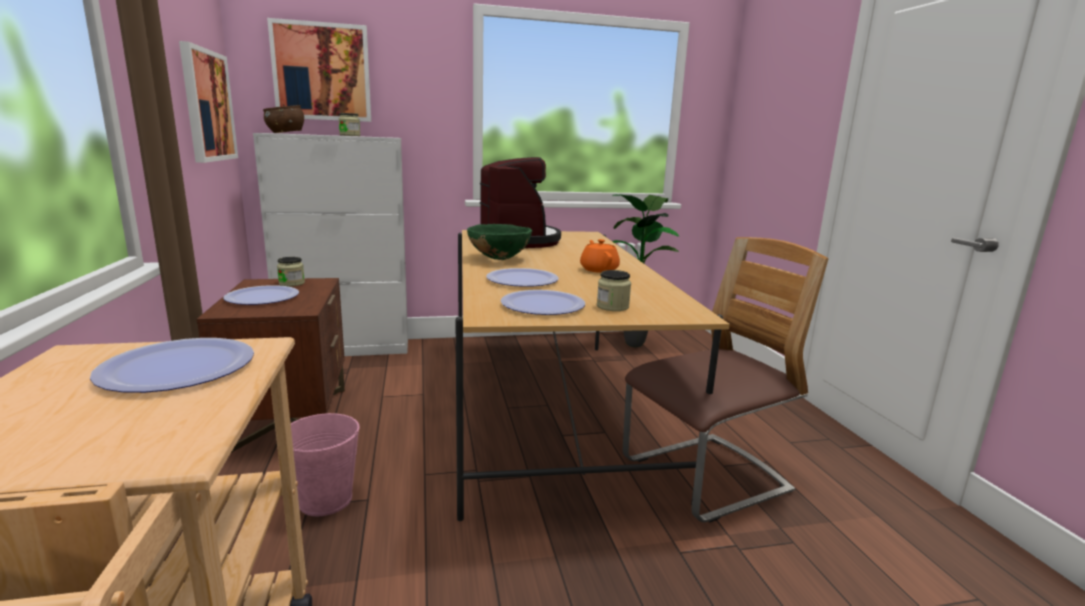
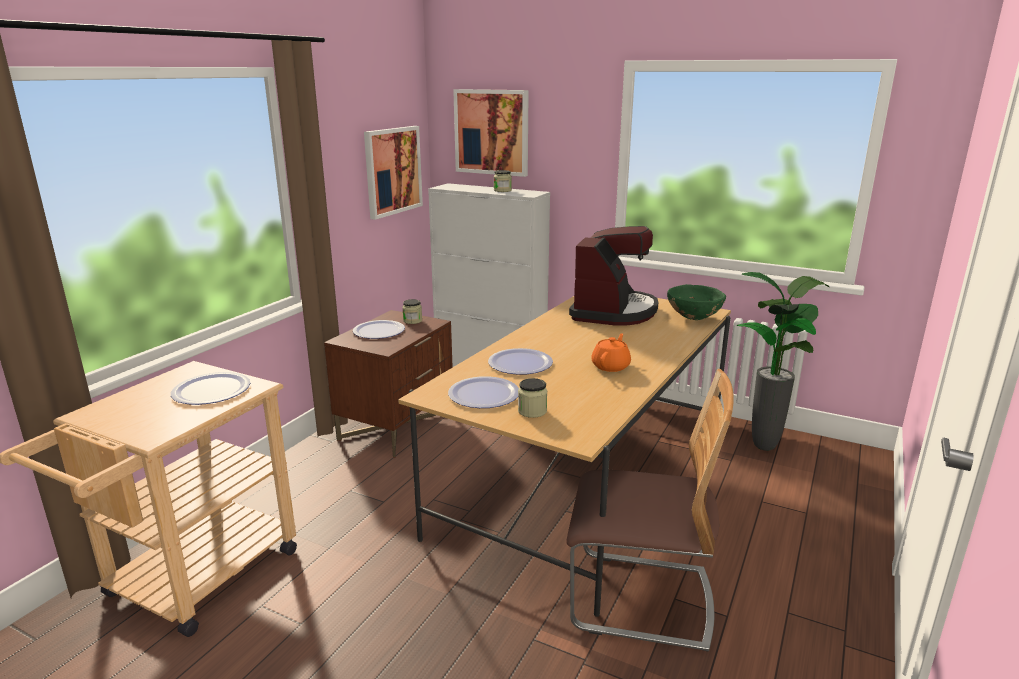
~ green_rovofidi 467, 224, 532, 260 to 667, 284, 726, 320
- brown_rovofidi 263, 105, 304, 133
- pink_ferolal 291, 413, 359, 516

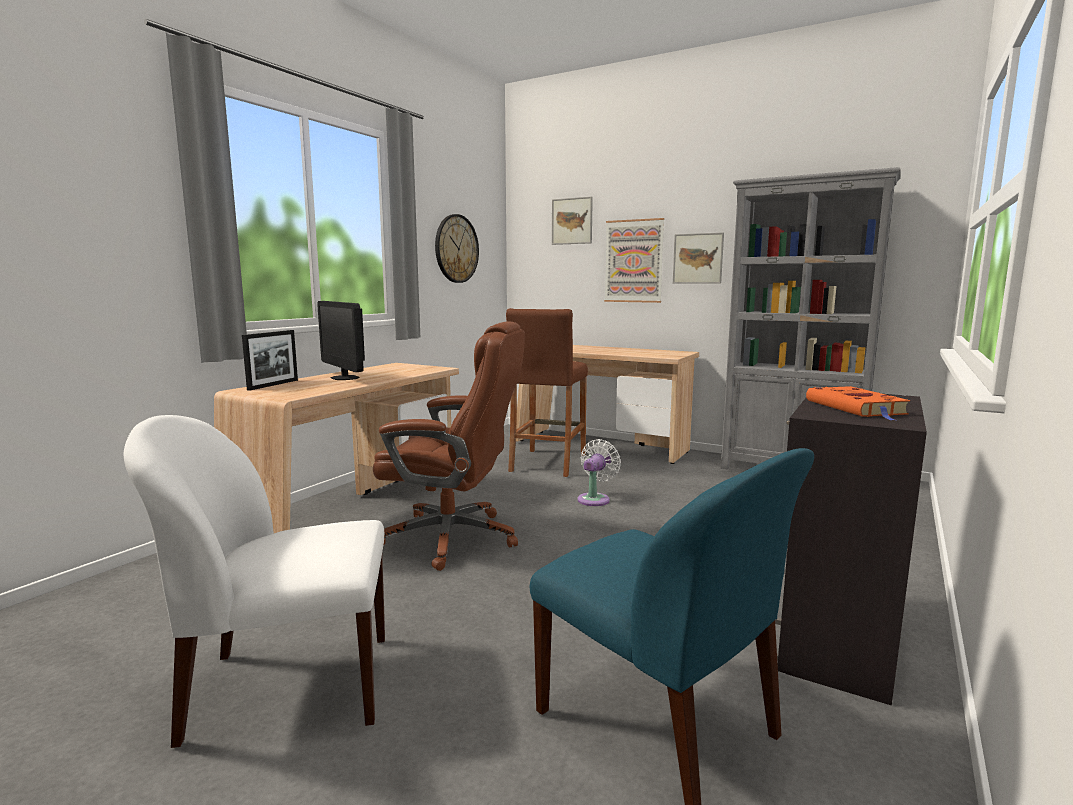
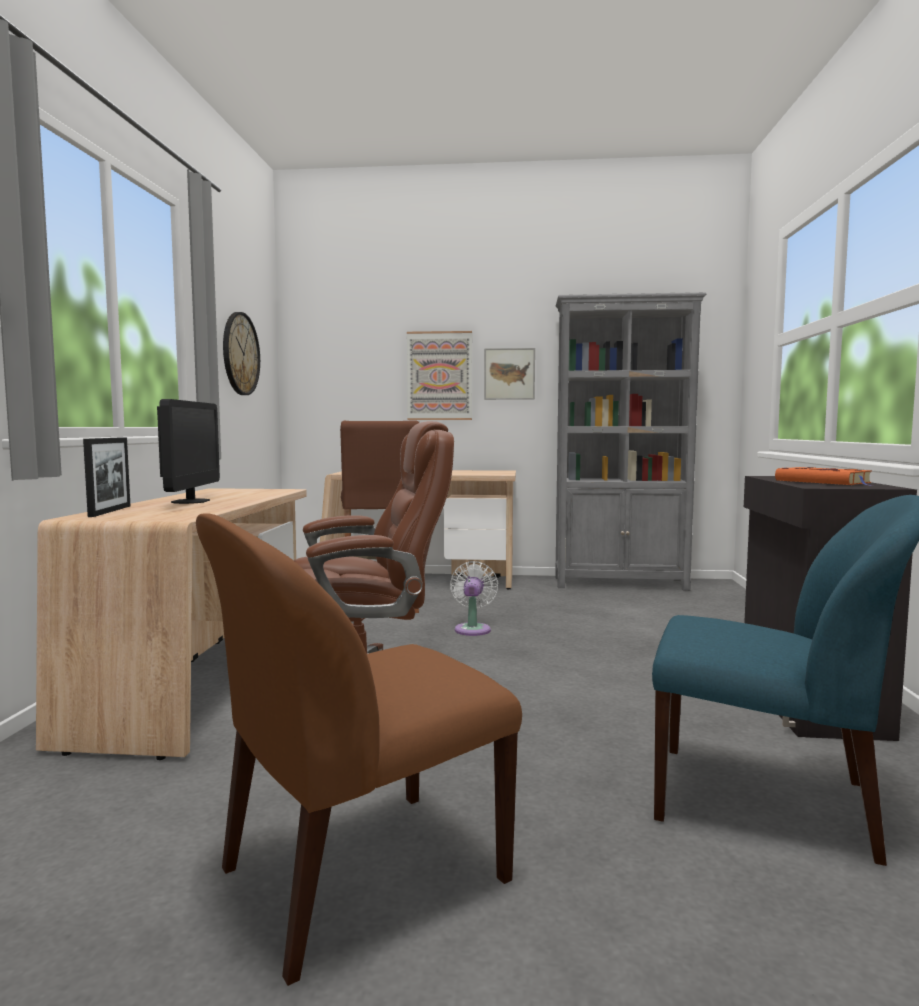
~ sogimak 317, 301, 365, 380 = 157, 399, 220, 504 120 degrees counterclockwise
~ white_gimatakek 124, 415, 385, 748 to brown_gimatakek 196, 513, 522, 986
- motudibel 552, 196, 593, 245

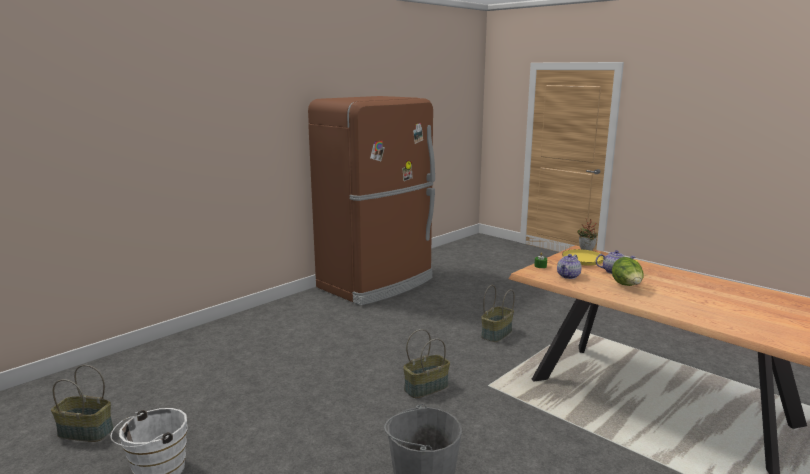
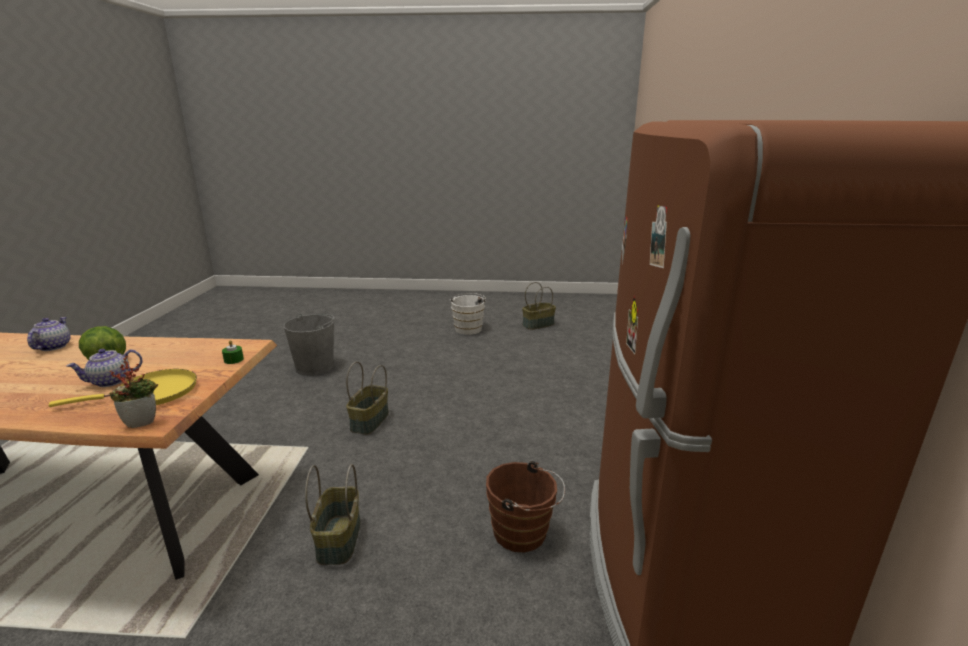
~ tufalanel 557, 254, 582, 279 to 27, 317, 70, 351
+ brown_ferolal 486, 461, 565, 552

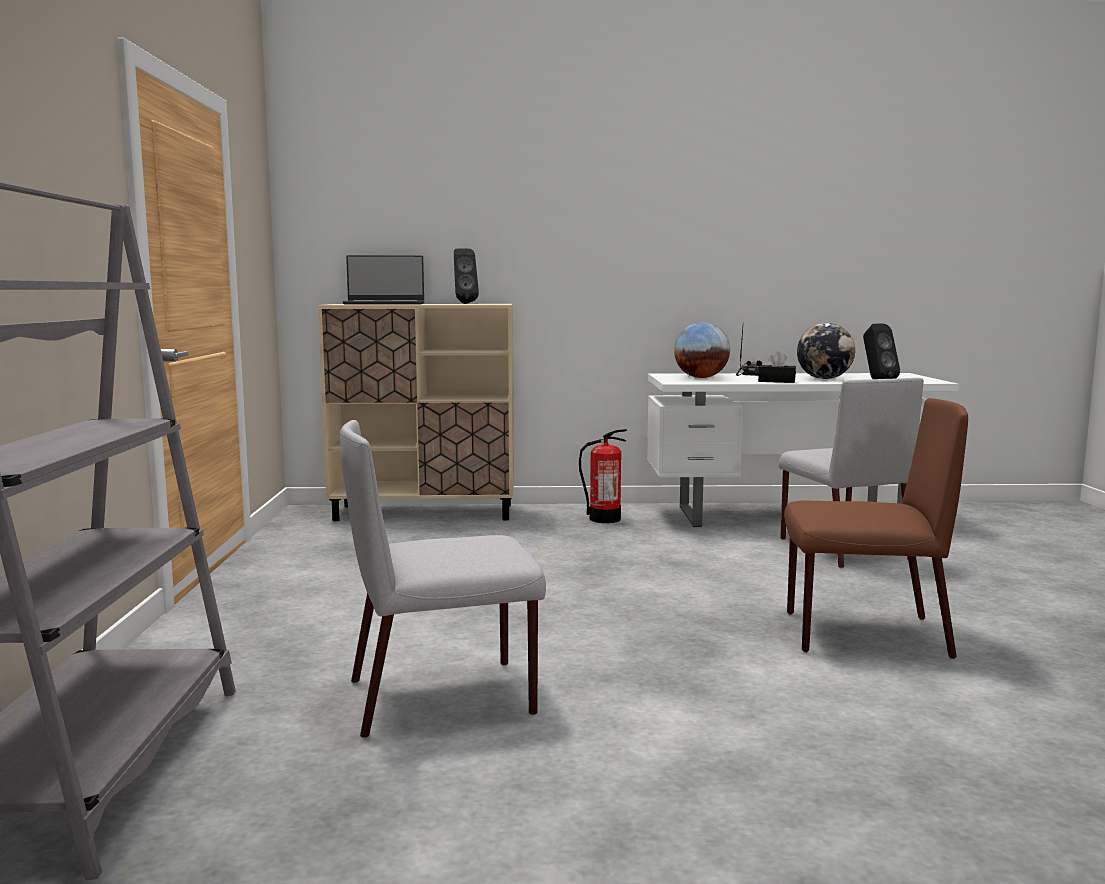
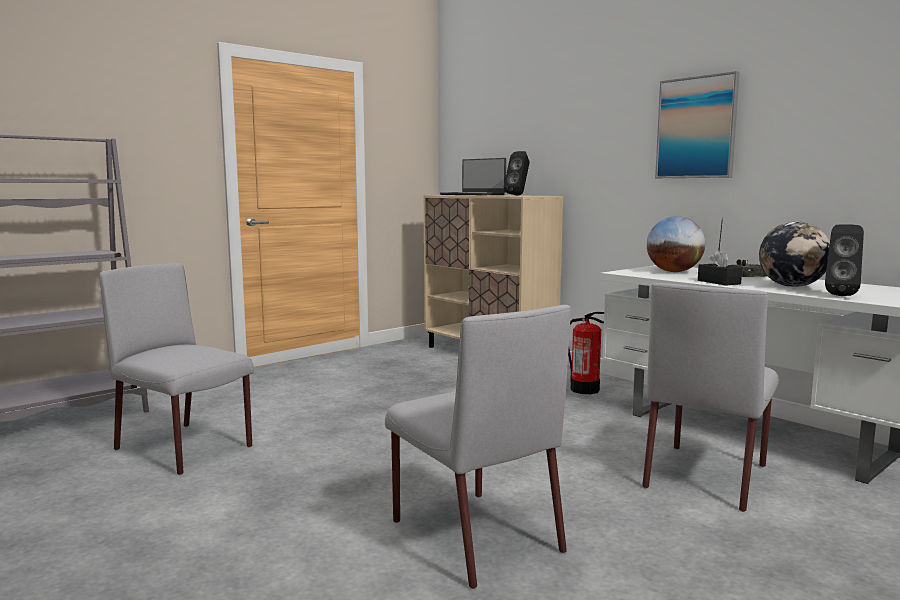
~ brown_gimatakek 784, 398, 968, 659 to grey_gimatakek 385, 305, 571, 589
+ motudibel 655, 71, 740, 178

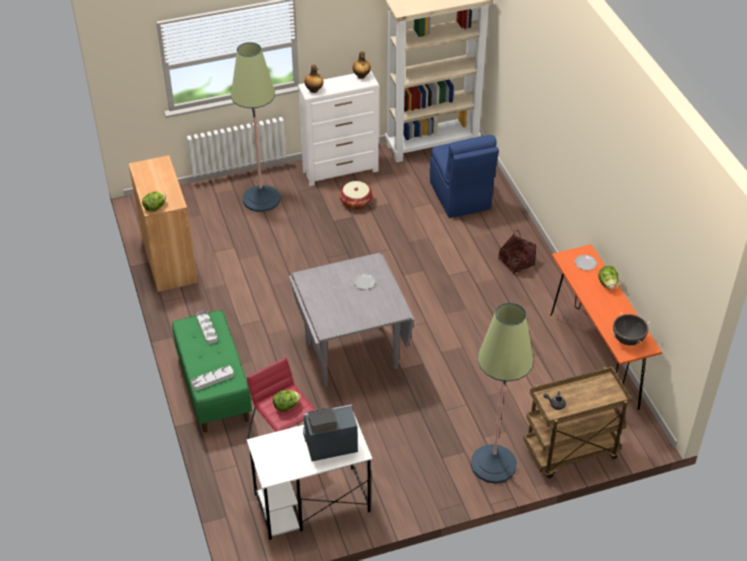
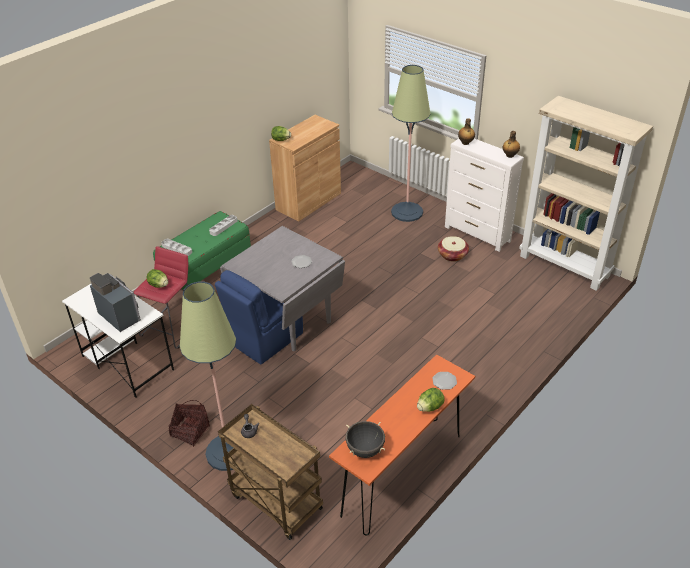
~ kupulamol 498, 230, 536, 275 to 169, 400, 210, 447
~ blue_gimatakek 430, 135, 499, 218 to 215, 270, 303, 364

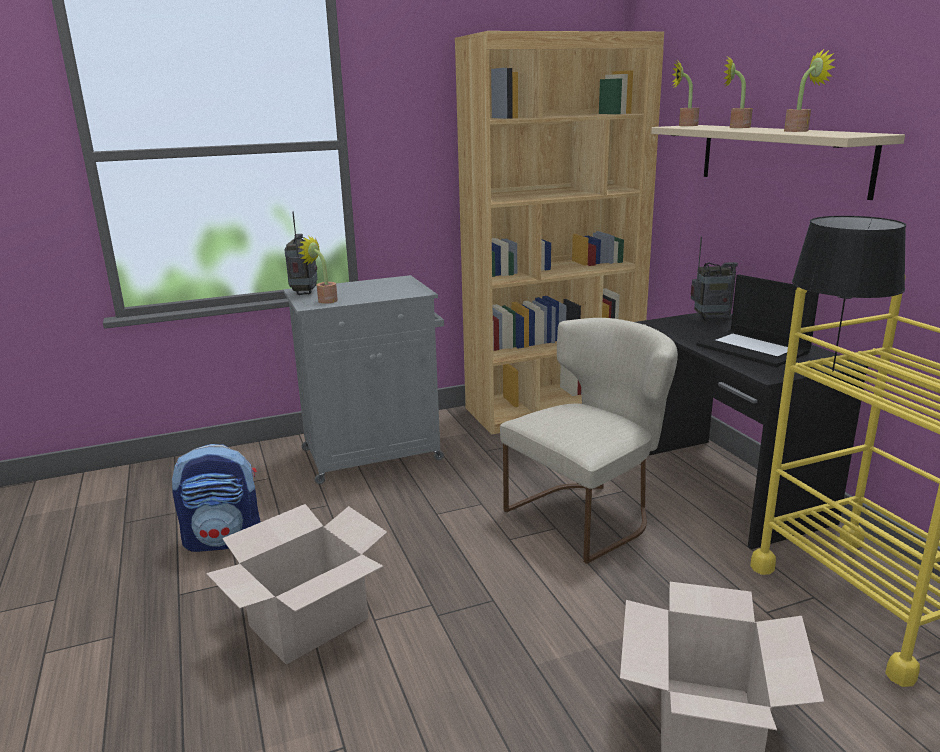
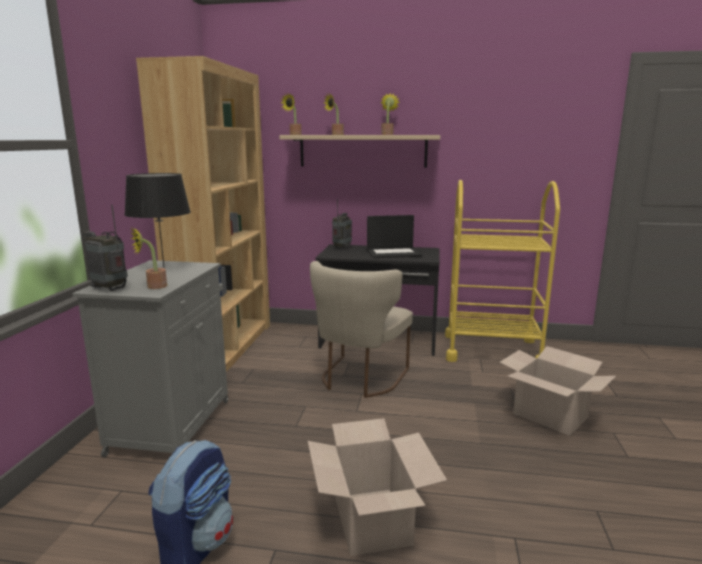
~ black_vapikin 792, 216, 906, 371 to 124, 173, 191, 267
~ beige_gimatakek 500, 318, 678, 564 = 310, 261, 413, 398 150 degrees counterclockwise

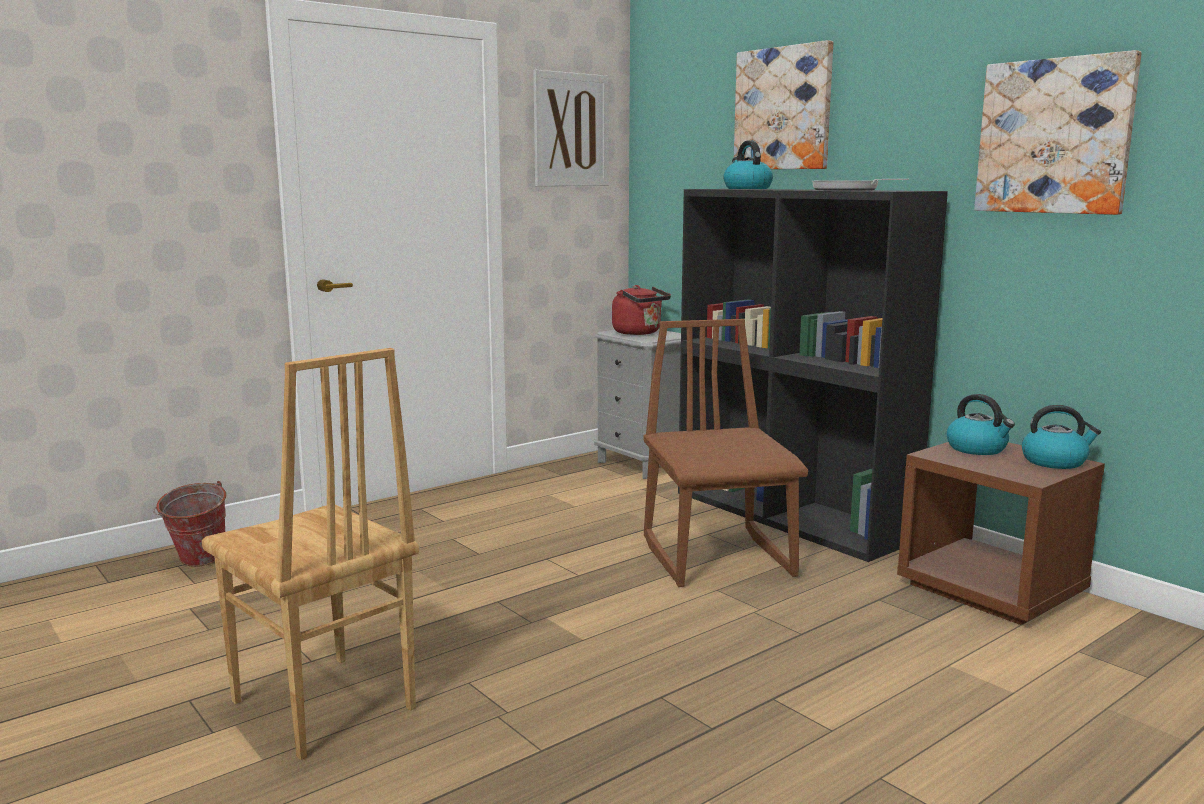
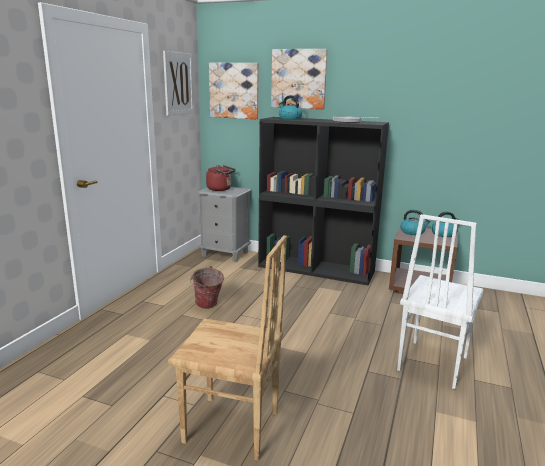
~ ferolal 153, 481, 226, 567 to 190, 266, 224, 309
~ motudibel 974, 50, 1142, 215 to 209, 63, 259, 119
+ white_gimatakek 397, 214, 484, 389
- brown_gimatakek 644, 319, 808, 587

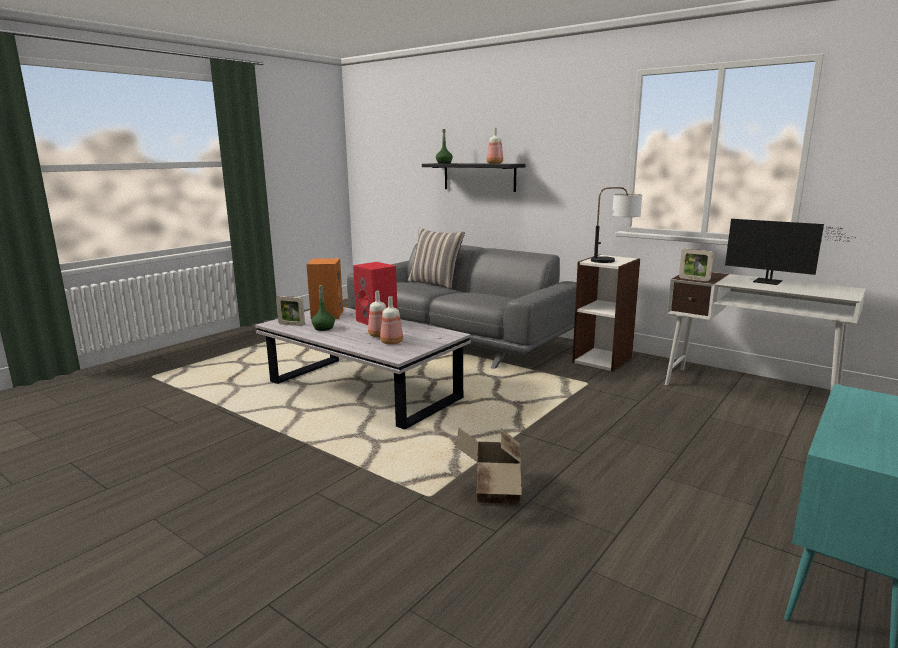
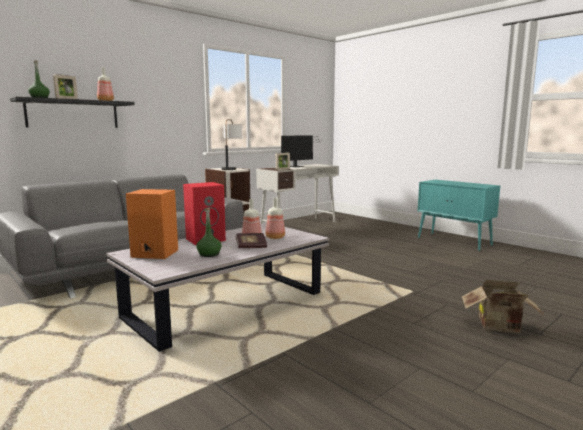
~ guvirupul 276, 296, 305, 326 to 53, 74, 78, 99
+ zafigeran 235, 233, 267, 248
~ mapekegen 456, 428, 522, 505 to 462, 280, 545, 334
- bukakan 408, 228, 465, 289

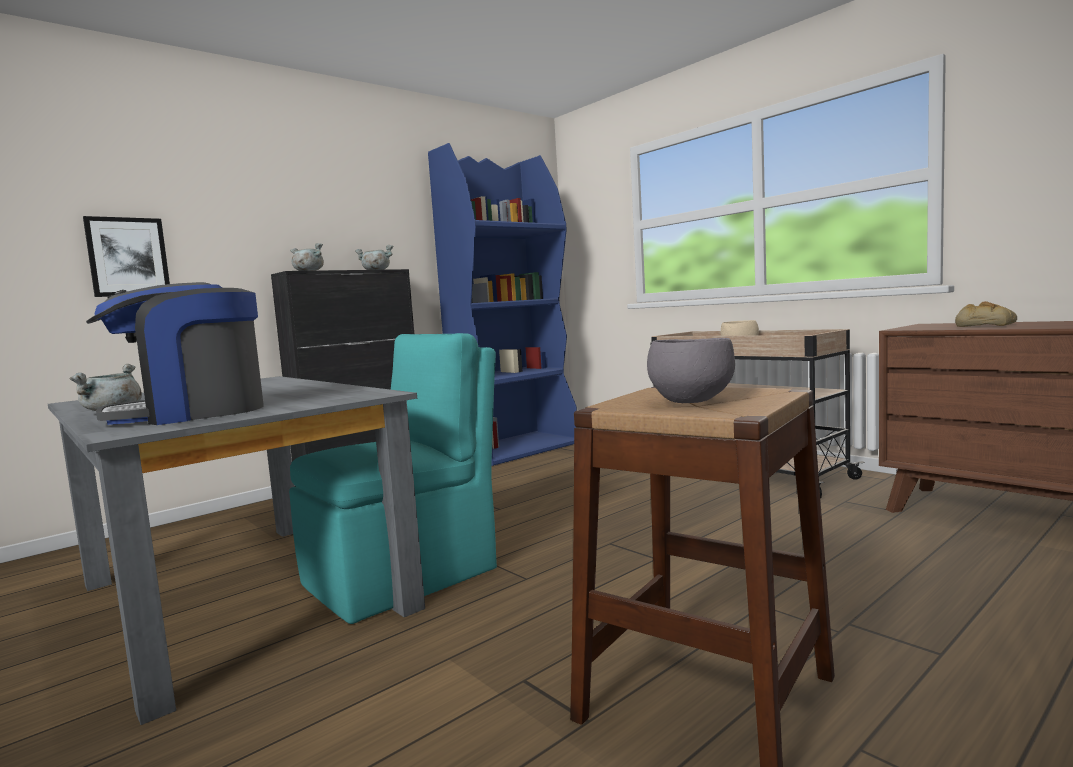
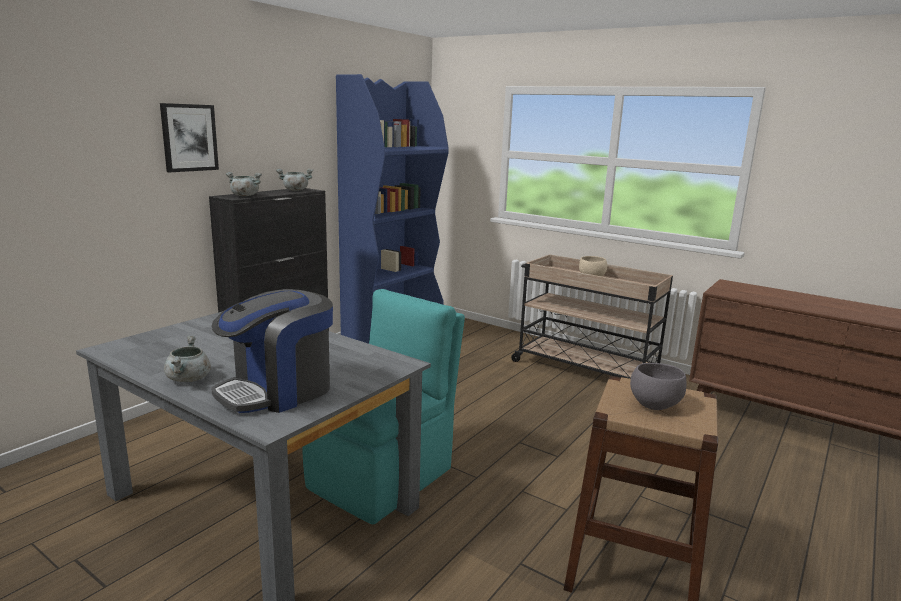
~ motudibel 83, 216, 170, 297 to 160, 103, 219, 172
- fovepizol 955, 301, 1017, 327

